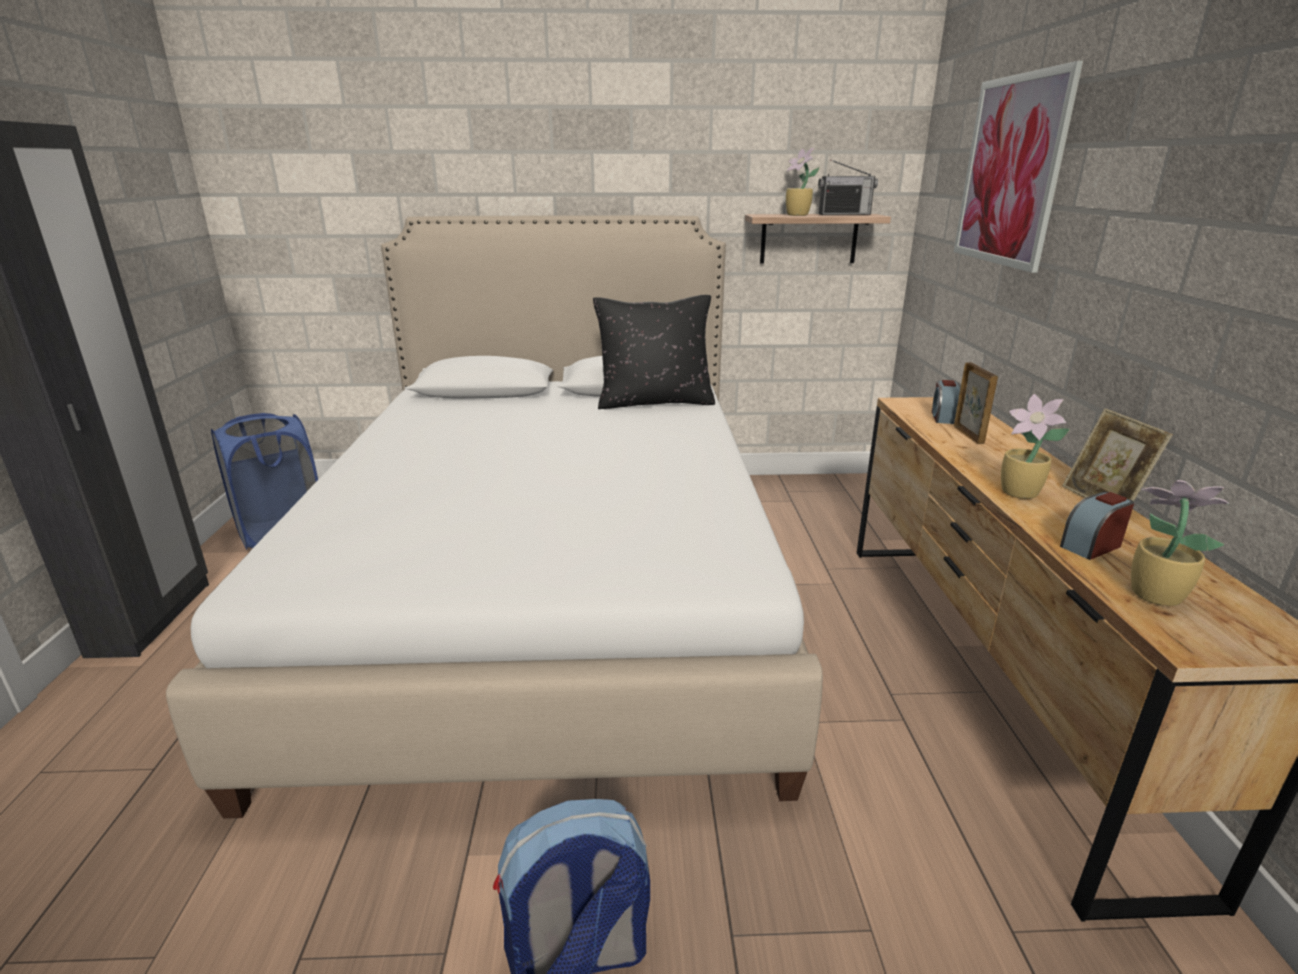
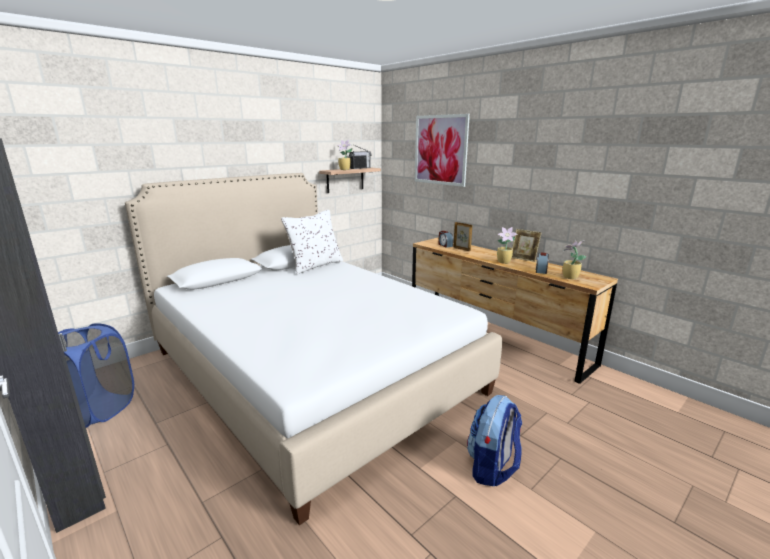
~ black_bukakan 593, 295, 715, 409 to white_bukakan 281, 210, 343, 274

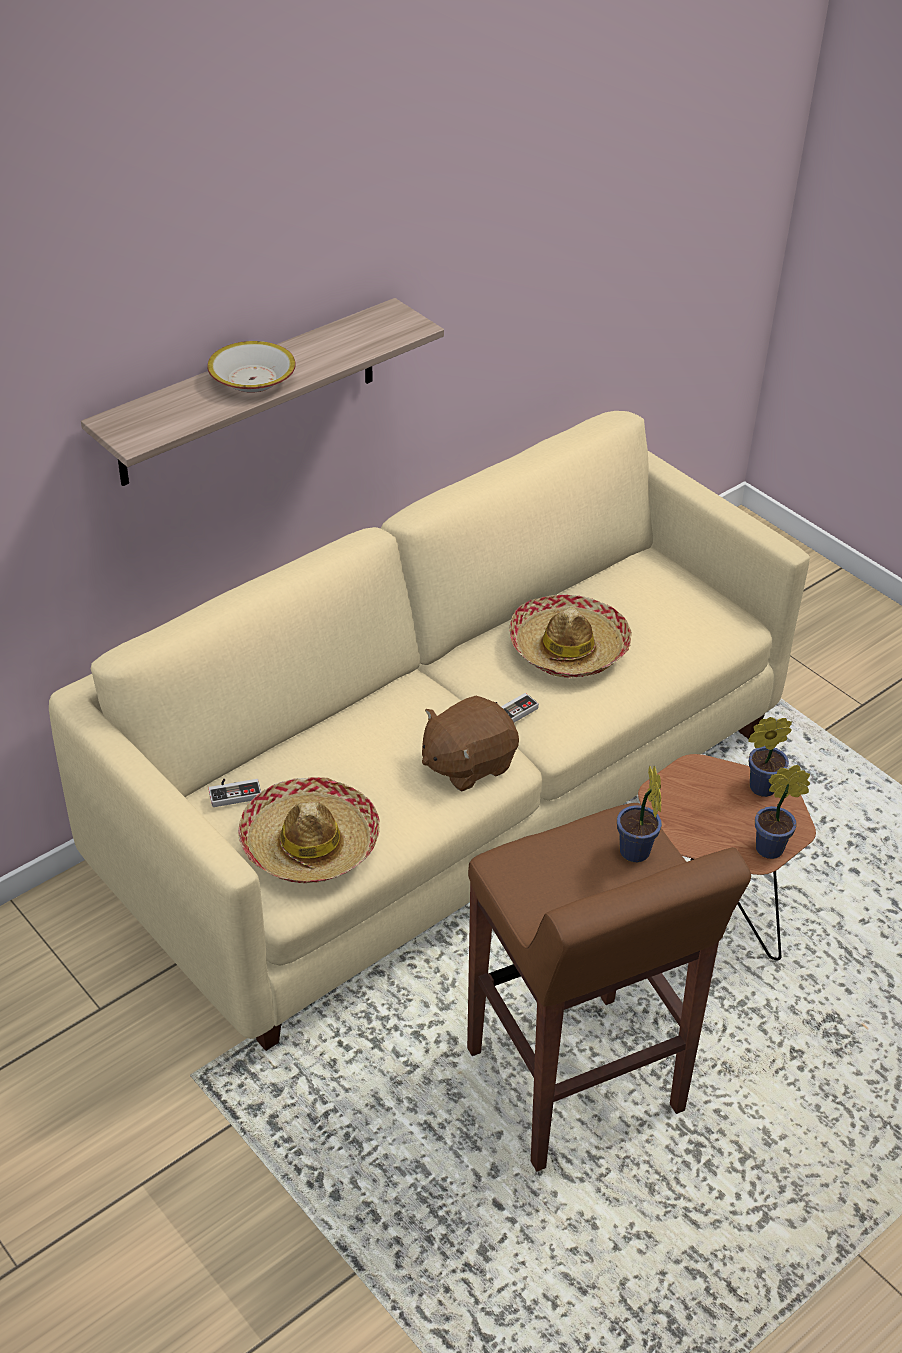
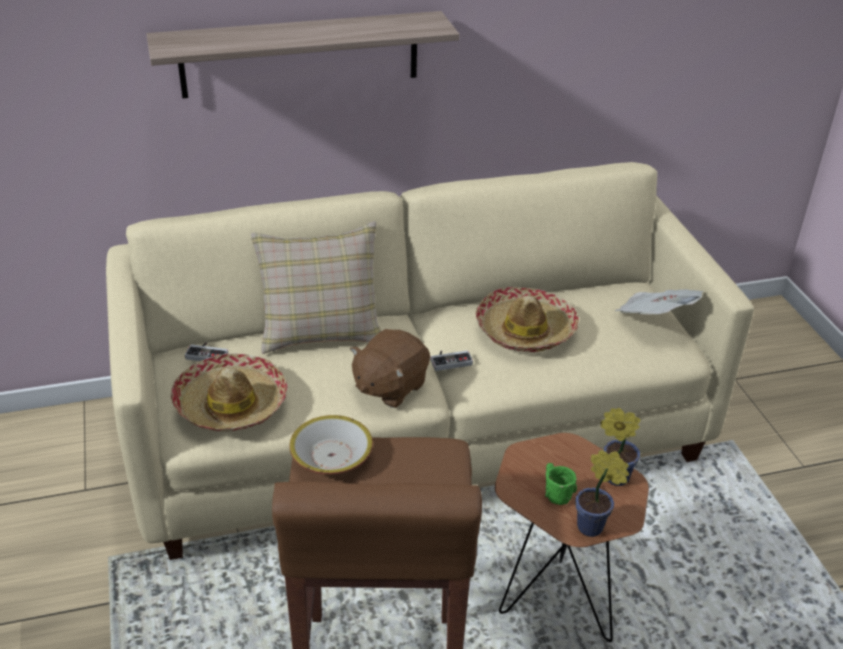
+ beige_bukakan 251, 221, 381, 354
~ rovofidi 207, 341, 296, 393 to 289, 415, 373, 474
~ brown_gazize 422, 696, 519, 791 = 350, 329, 430, 408 45 degrees counterclockwise
+ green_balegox 545, 463, 577, 505
+ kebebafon 615, 289, 704, 315
- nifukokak 617, 765, 662, 862

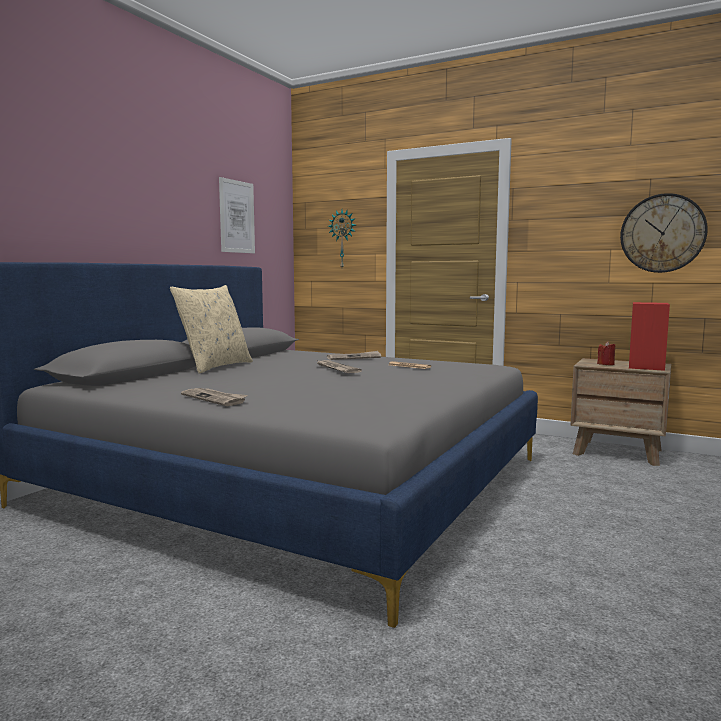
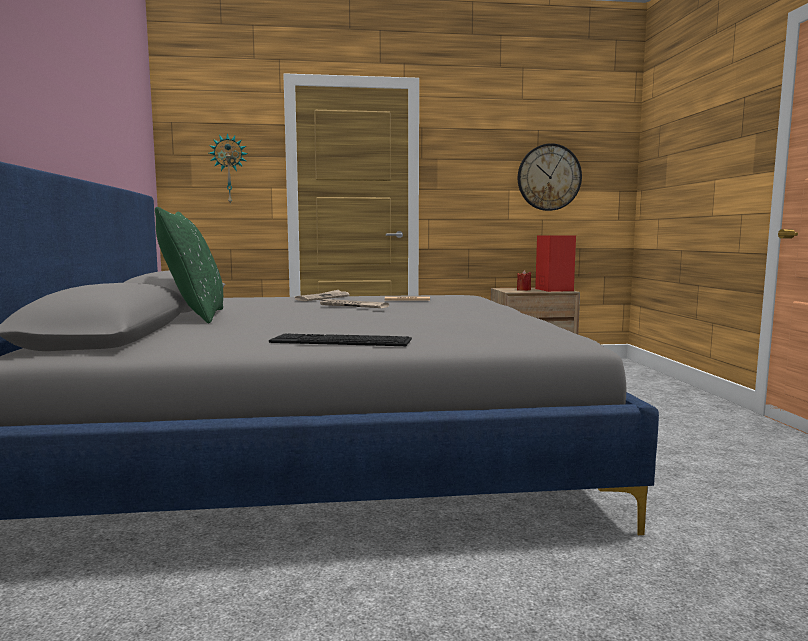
~ beige_bukakan 170, 285, 253, 374 to green_bukakan 155, 207, 223, 323
~ kebebafon 181, 388, 248, 406 to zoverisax 269, 333, 412, 346
- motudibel 219, 177, 255, 253

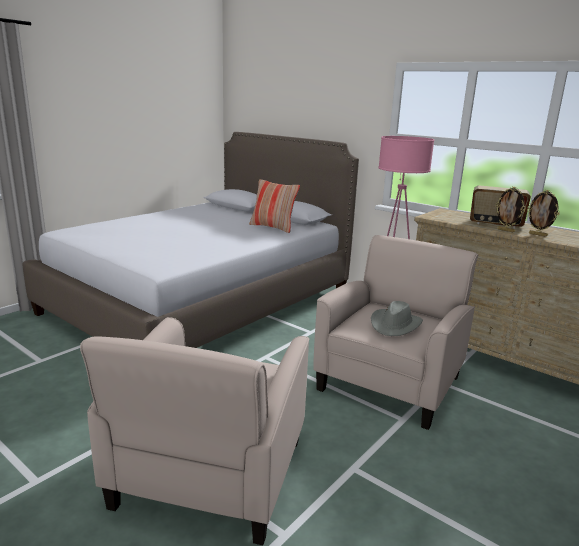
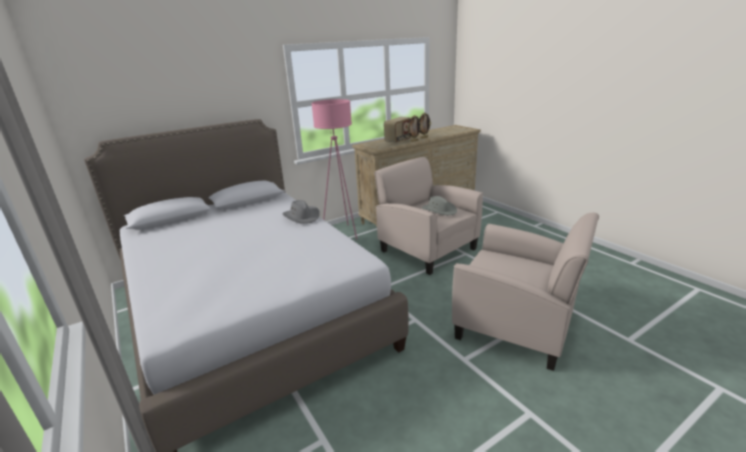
+ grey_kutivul 282, 200, 320, 224
- bukakan 249, 179, 300, 233

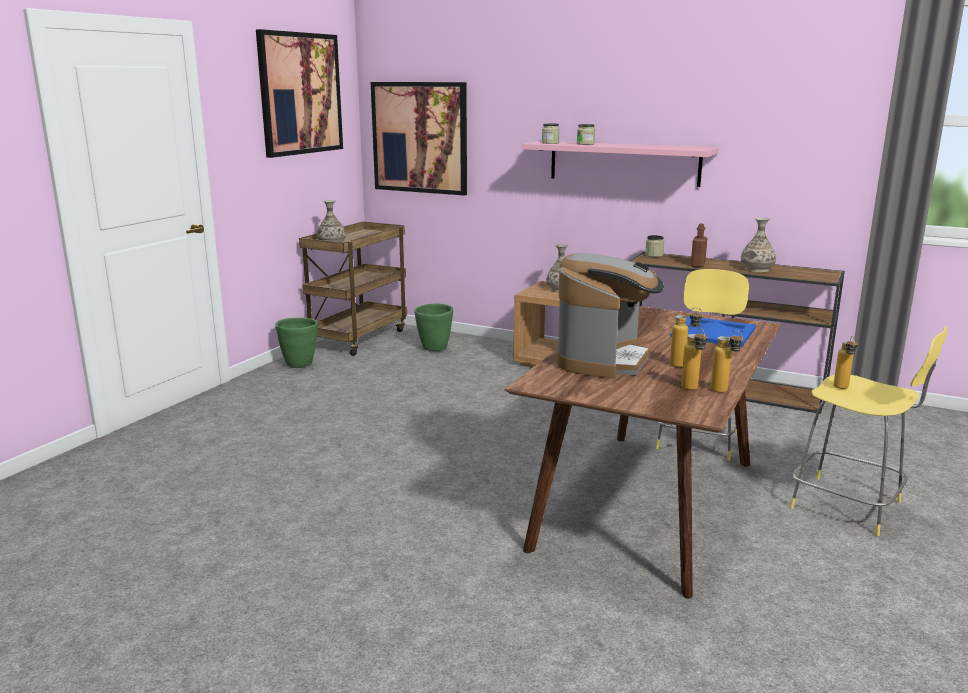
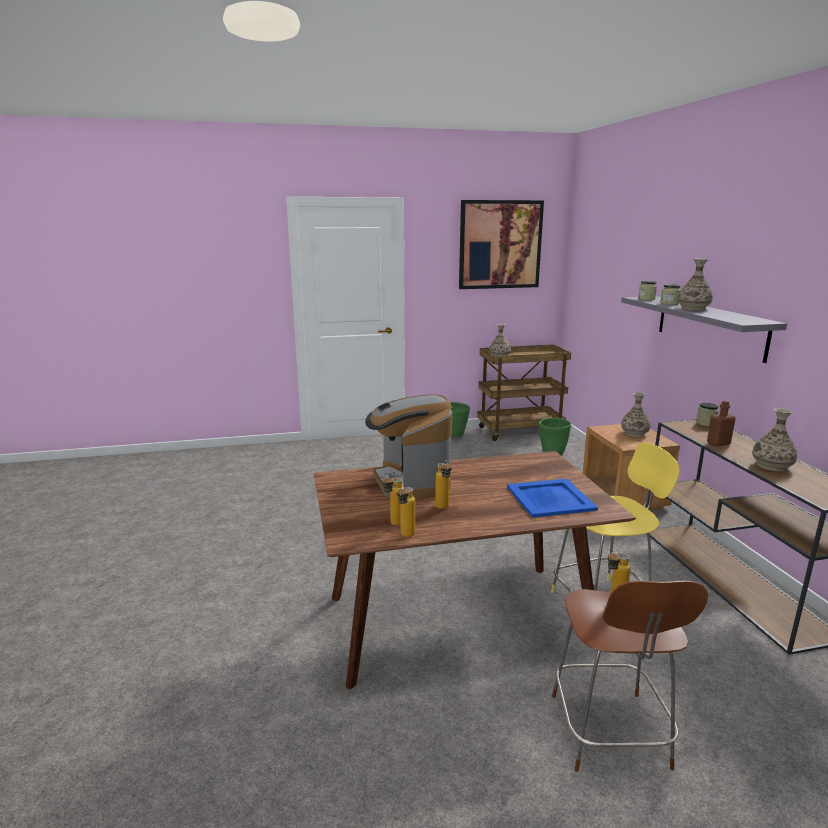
~ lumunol 557, 253, 664, 379 = 365, 394, 452, 500 90 degrees clockwise
~ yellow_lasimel 790, 326, 948, 536 to brown_lasimel 552, 580, 708, 772
~ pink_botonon 523, 141, 719, 187 to grey_botonon 621, 296, 787, 363
+ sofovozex 678, 259, 713, 310
- motudibel 371, 82, 467, 196

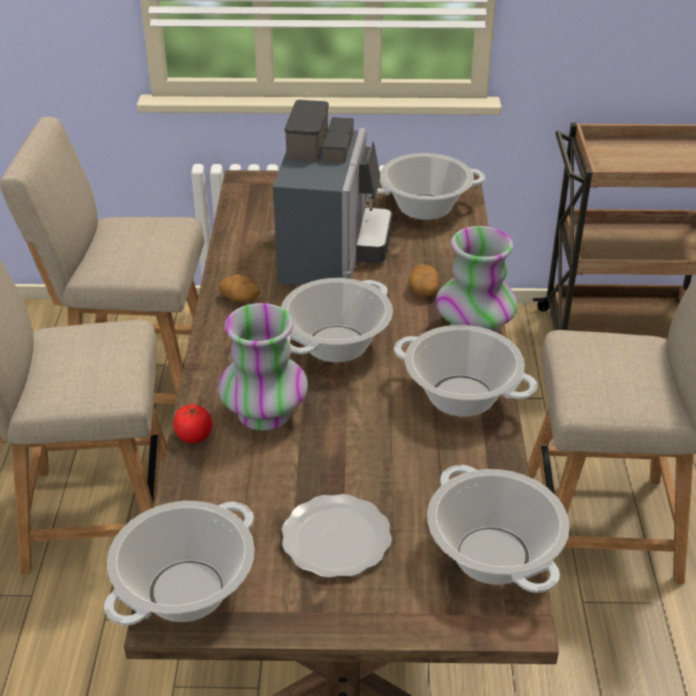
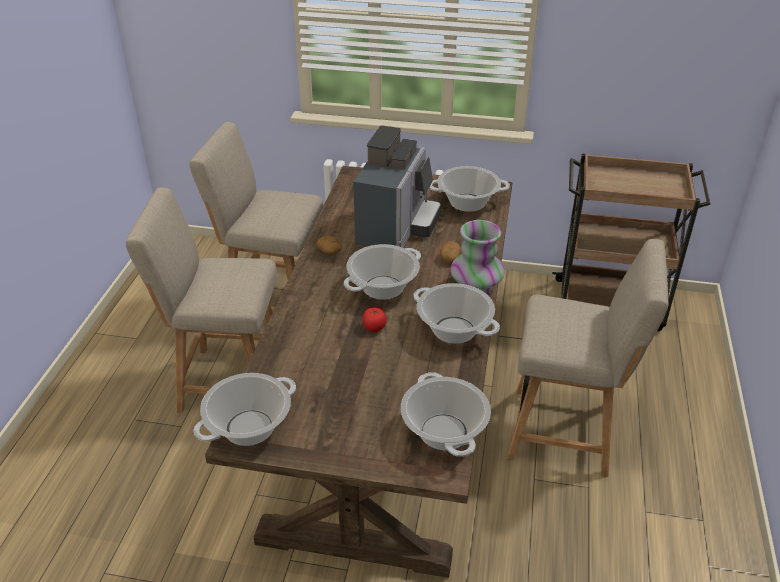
~ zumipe 173, 405, 212, 444 to 362, 308, 387, 332
- sofovozex 218, 303, 308, 430
- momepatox 281, 494, 392, 578

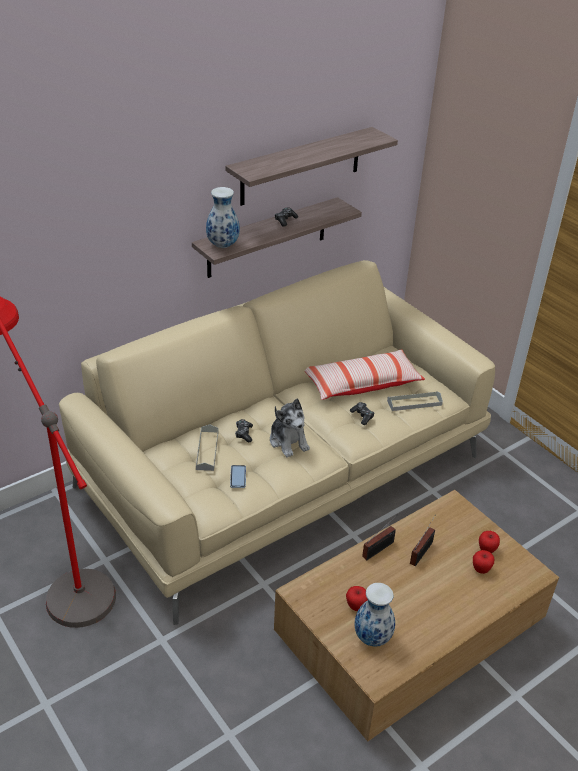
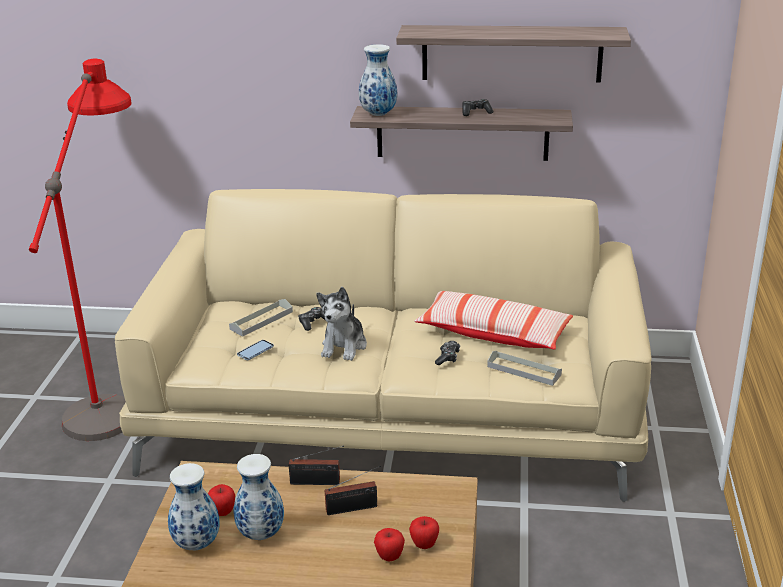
+ sofovozex 234, 454, 284, 540

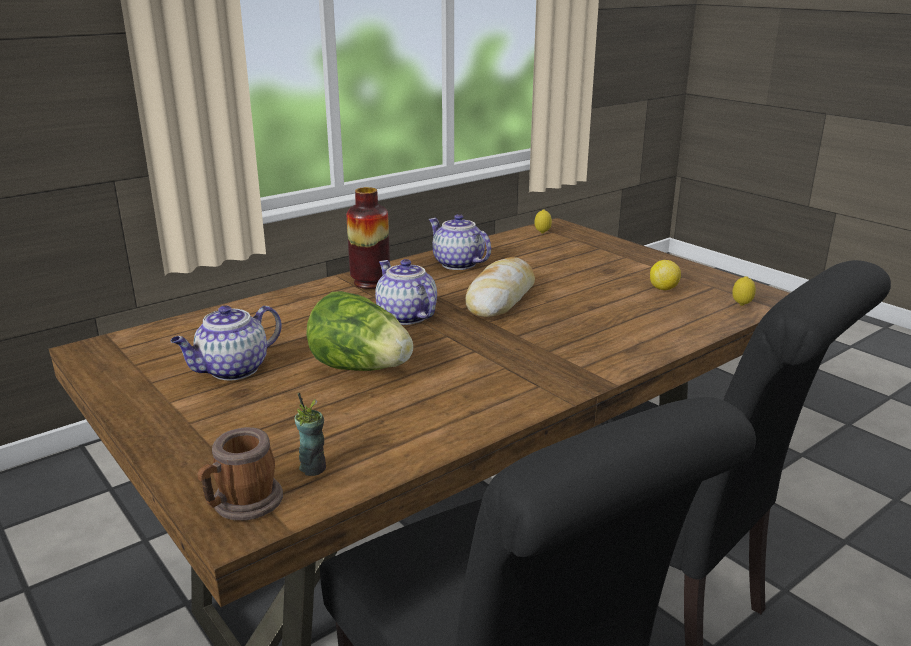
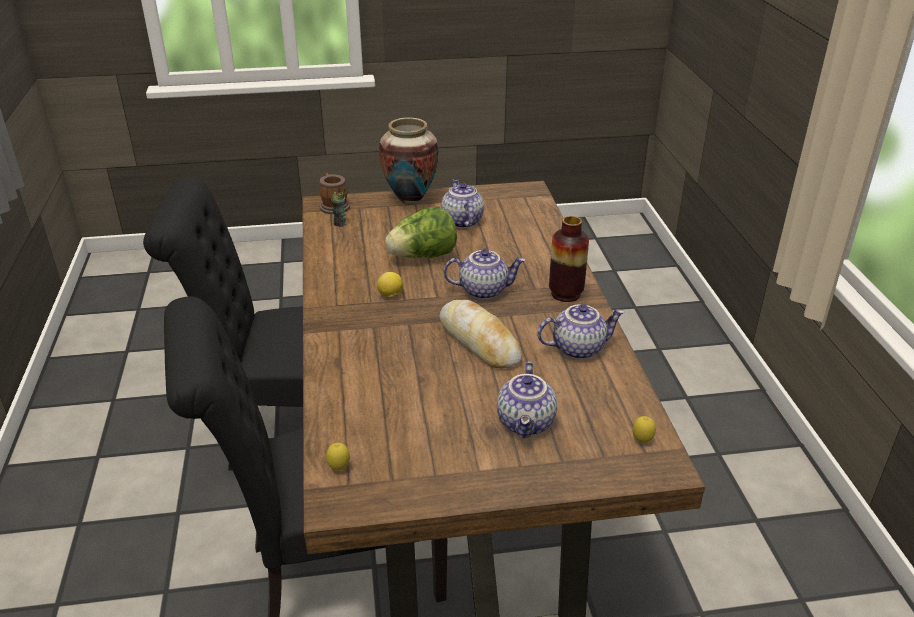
~ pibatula 650, 260, 681, 290 to 377, 272, 403, 297
+ sofovozex 379, 118, 439, 205
+ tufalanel 497, 361, 557, 438

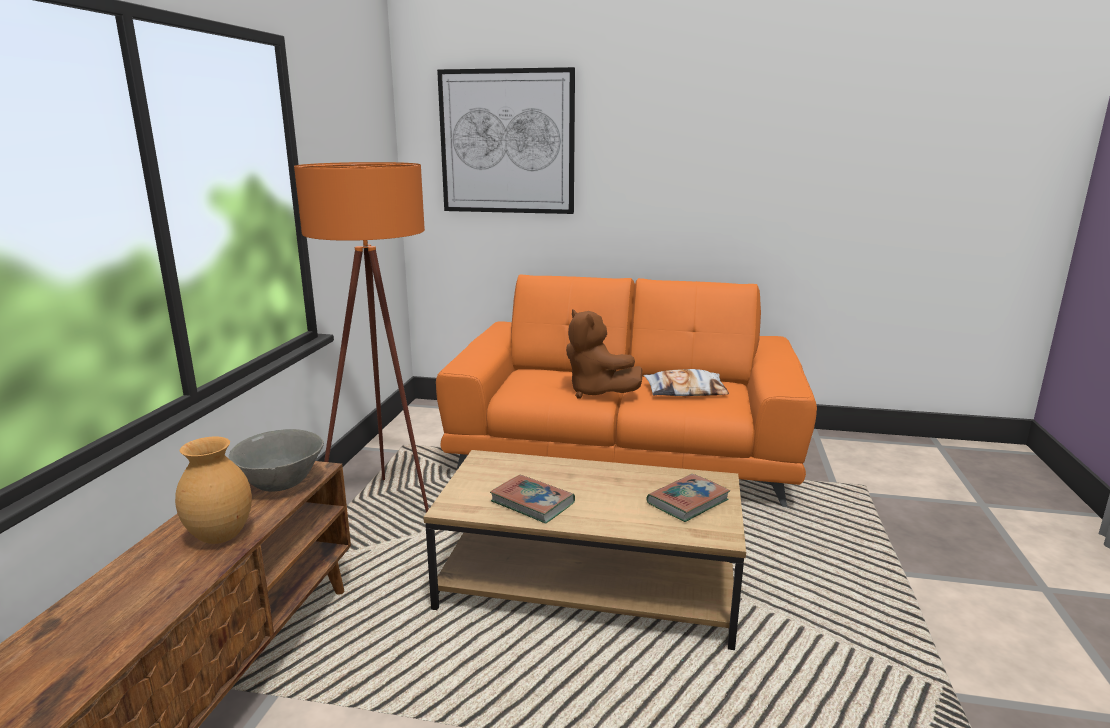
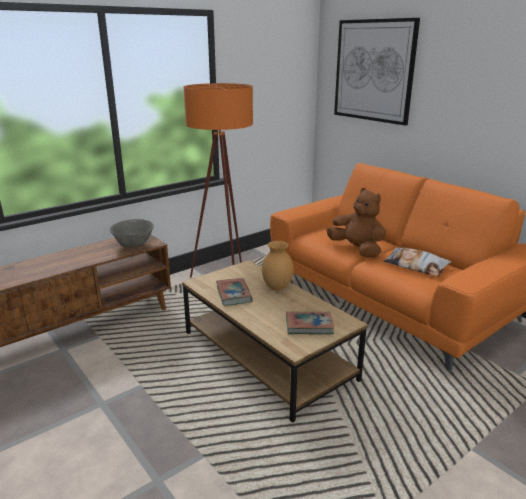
~ brown_sofovozex 175, 436, 252, 544 to 262, 241, 294, 291
~ brown_gazize 566, 309, 642, 399 = 327, 188, 386, 257 135 degrees clockwise

